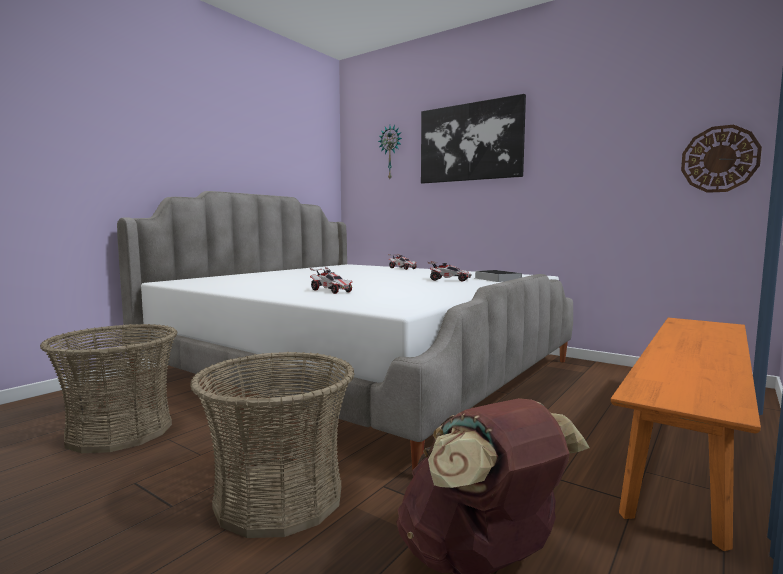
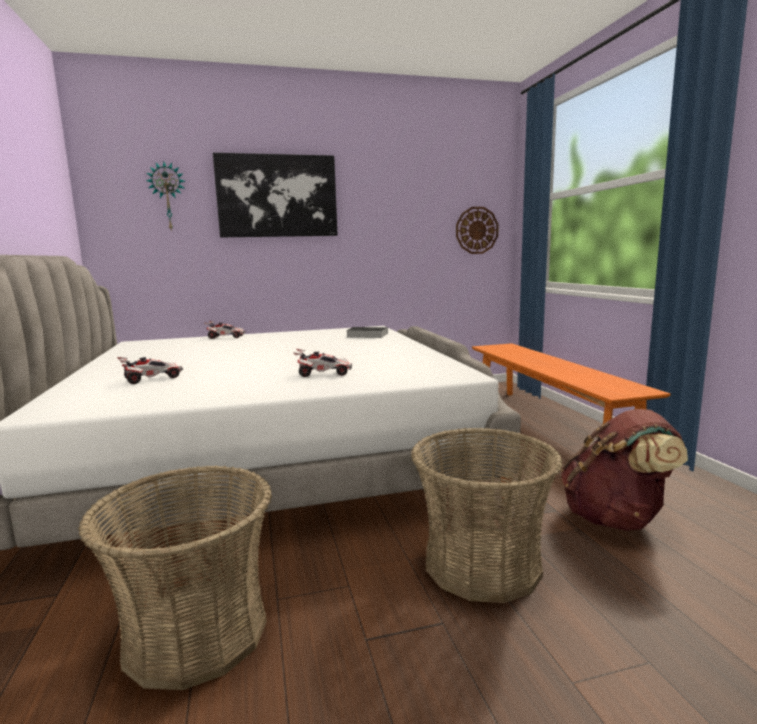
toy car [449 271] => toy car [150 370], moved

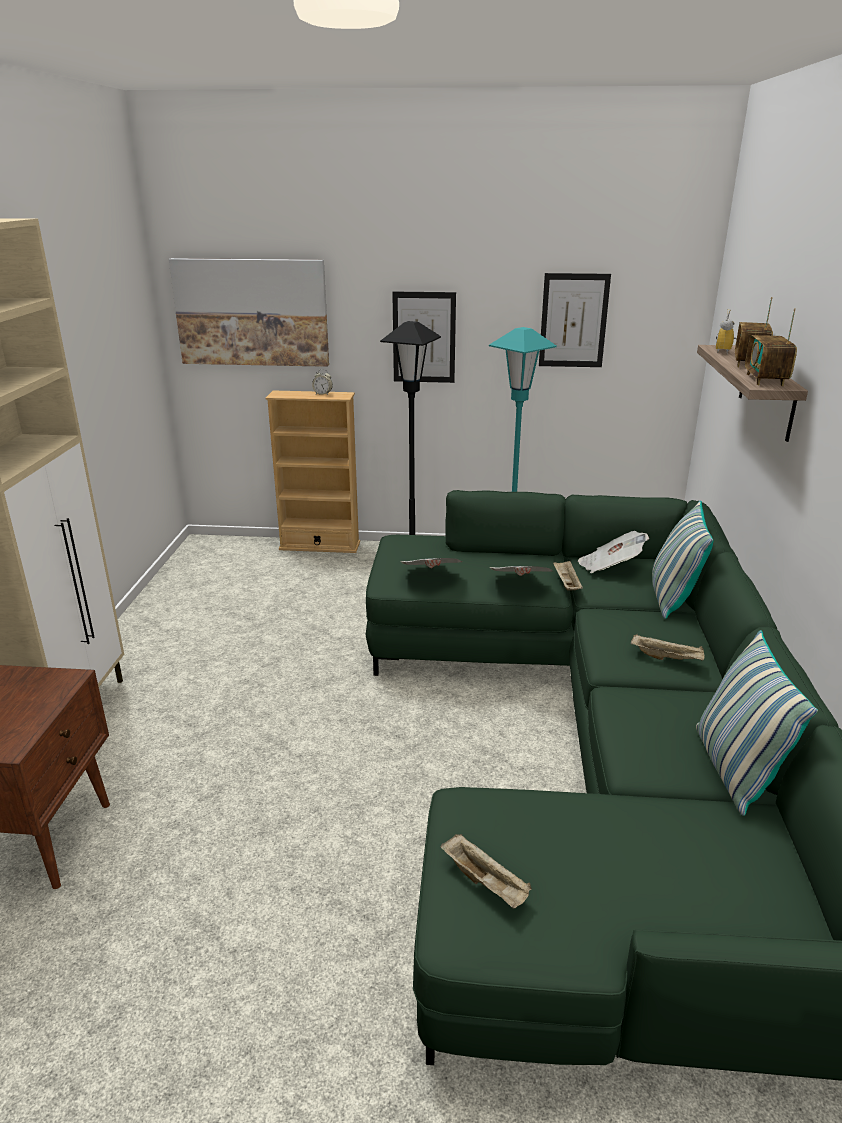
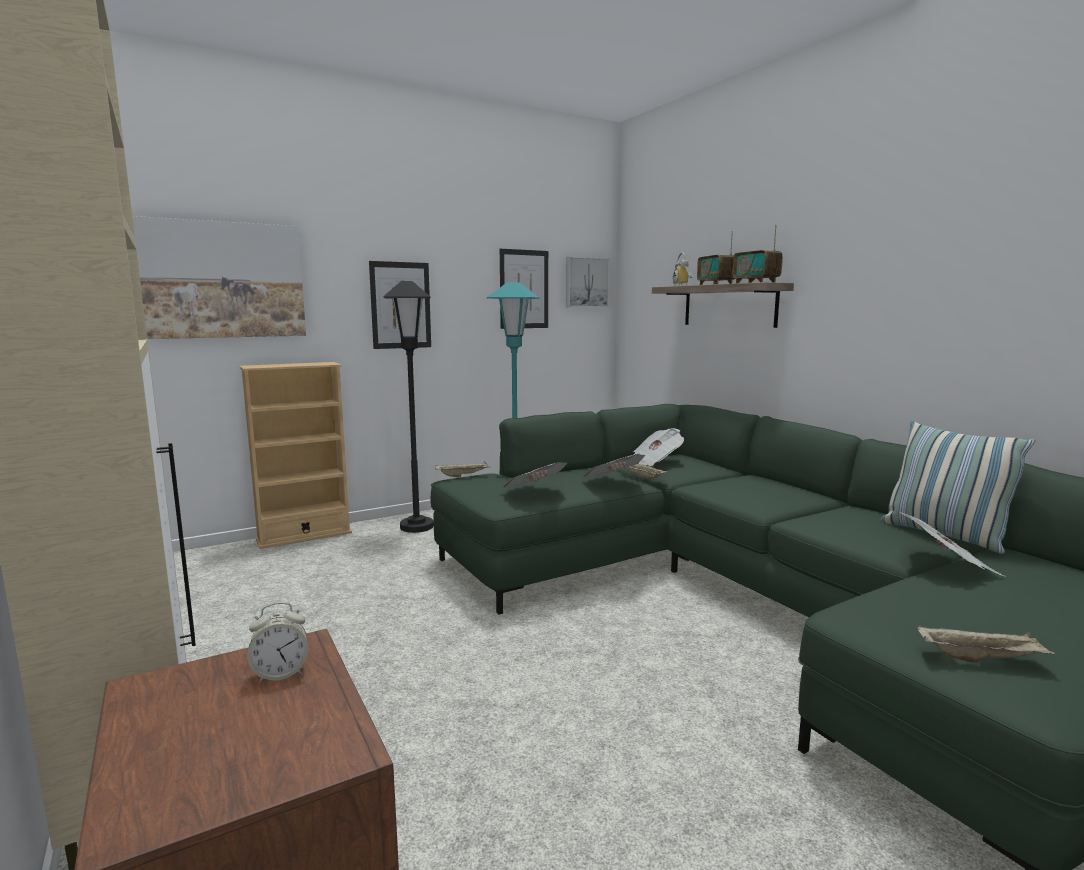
alarm clock [322 382] => alarm clock [277 642], moved
tray/beige [667 647] => tray/beige [462 469], moved
pillow [682 559] => nothing
nothing => picture [588 282]
nothing => newspaper [951 544]

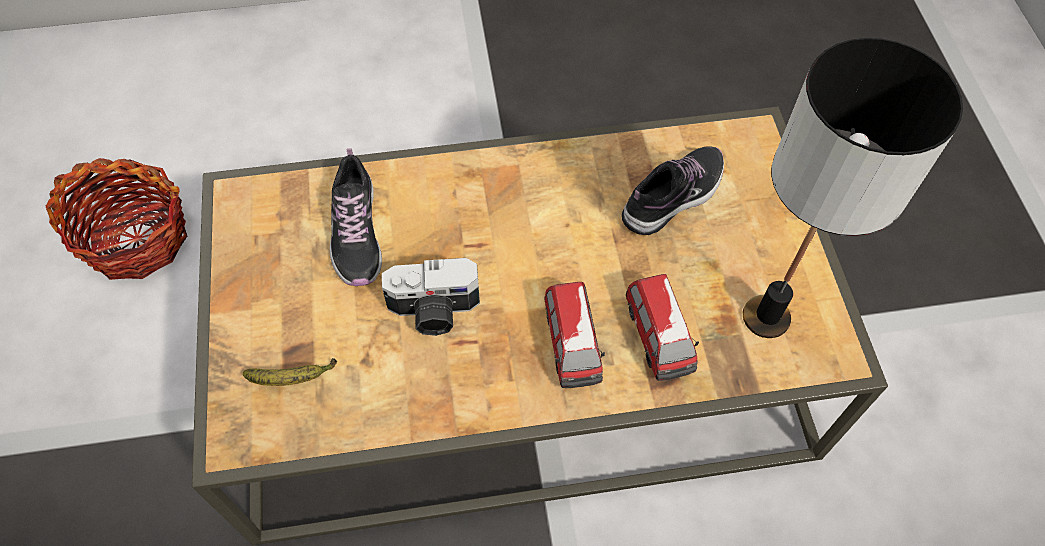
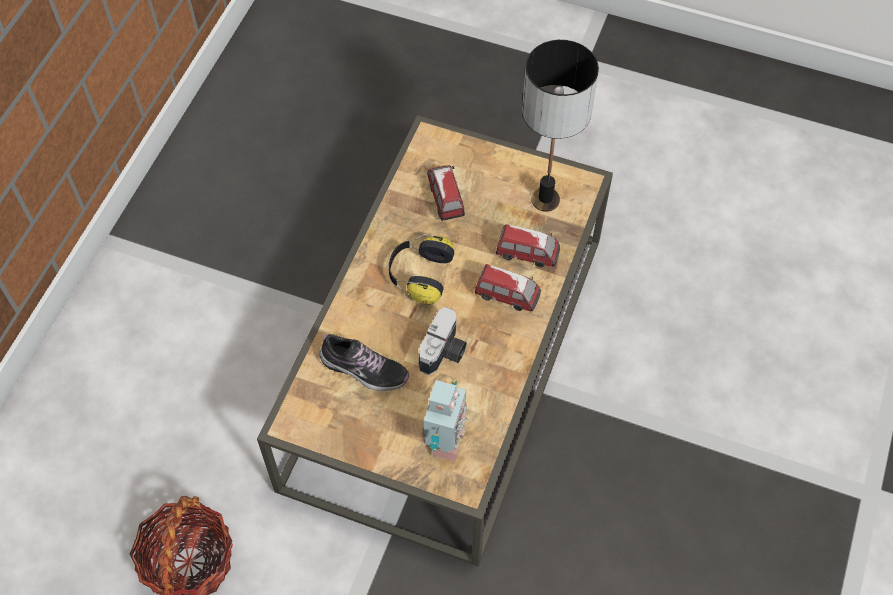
banana [290 372] => toy robot [446 420]
shoe [673 190] => toy car [446 193]
nothing => headphones [421 269]

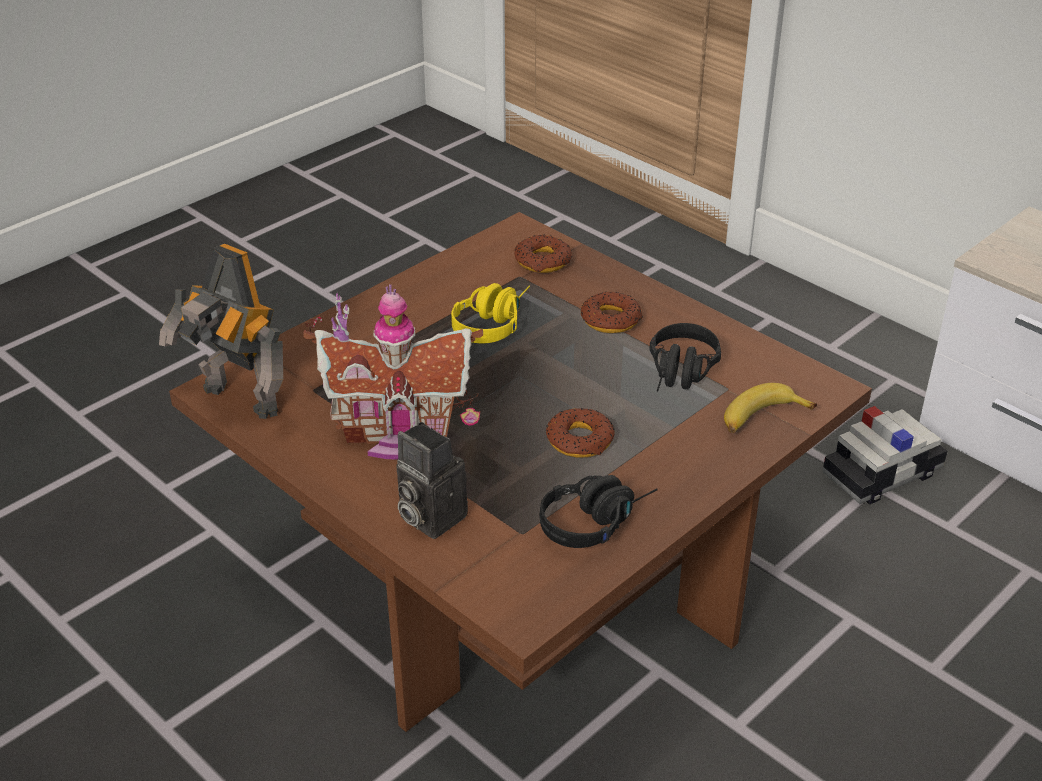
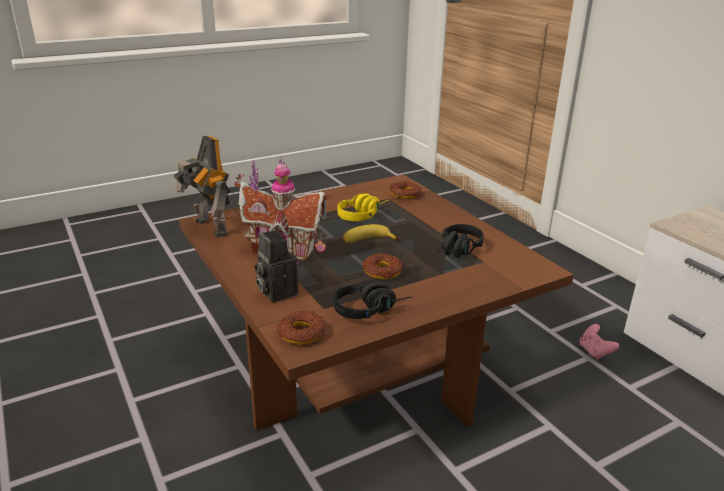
donut [612 312] => donut [301 328], moved
banana [770 408] => banana [370 233], moved
toy car [885 455] => game controller/pink [599 342]

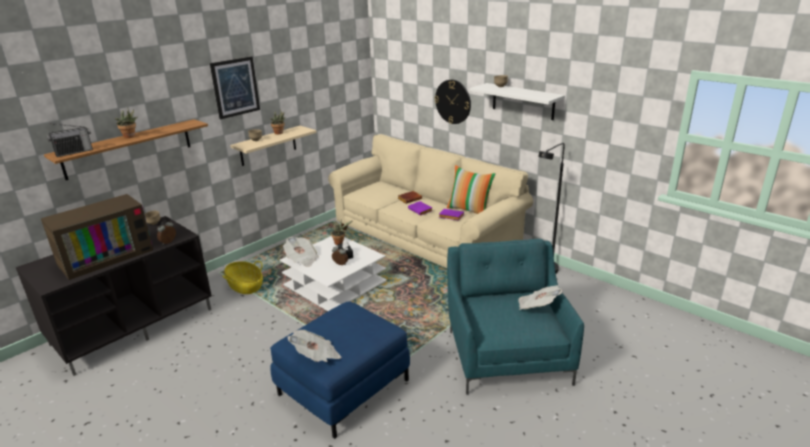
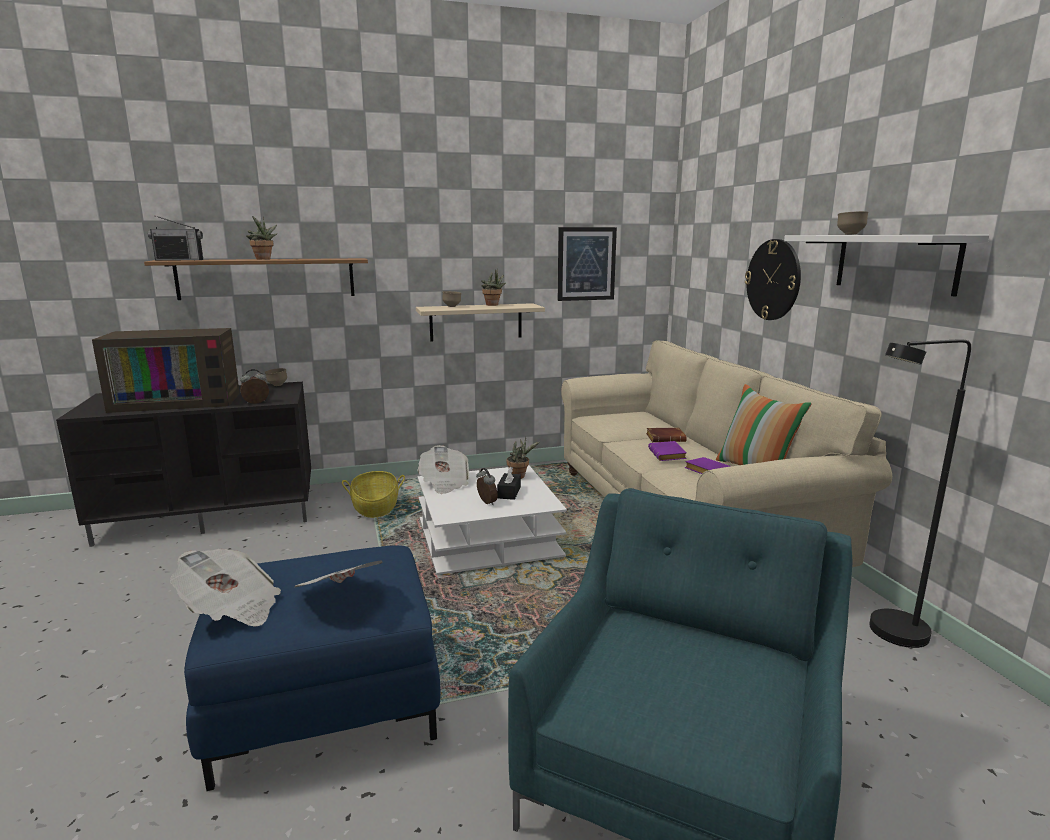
picture [235 87] => picture [587 264], moved
newspaper [540 297] => newspaper [339 574], moved

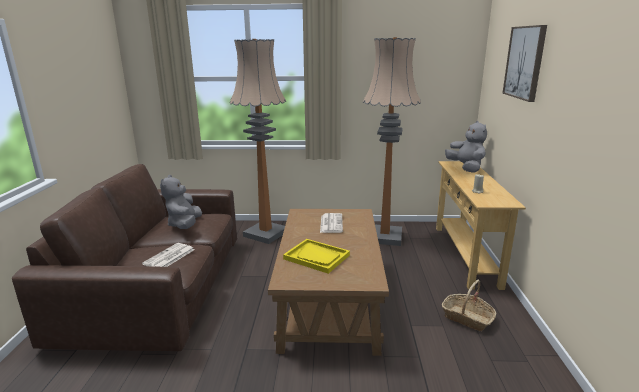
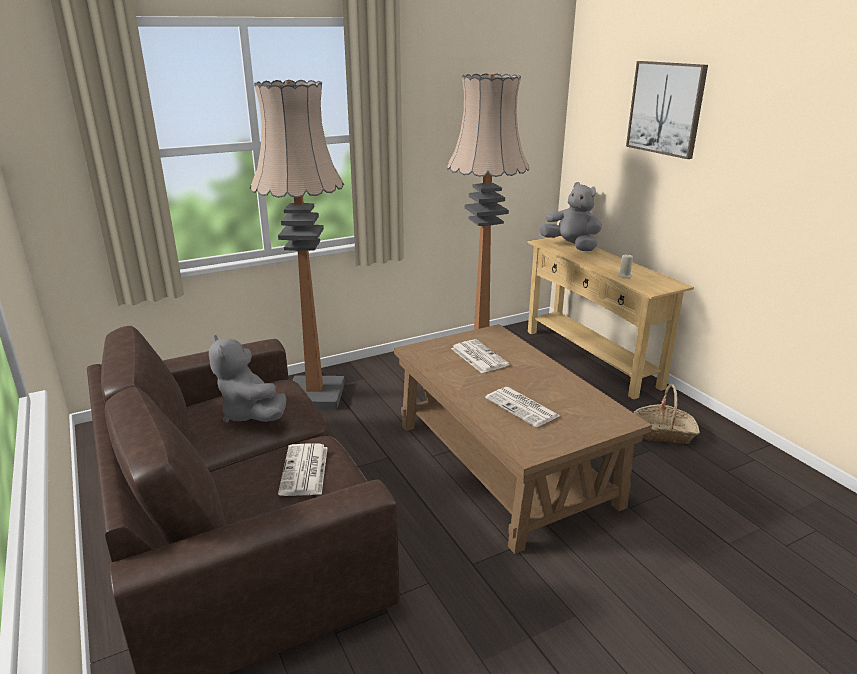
tray/yellow [316 256] => newspaper [522 407]

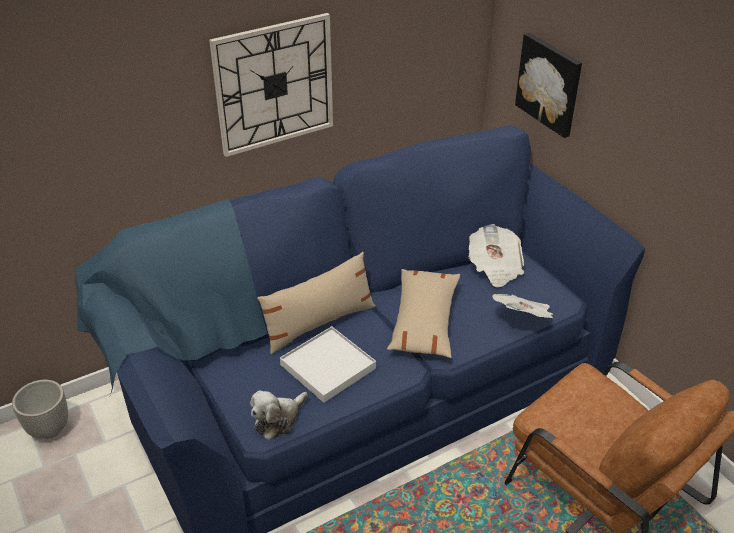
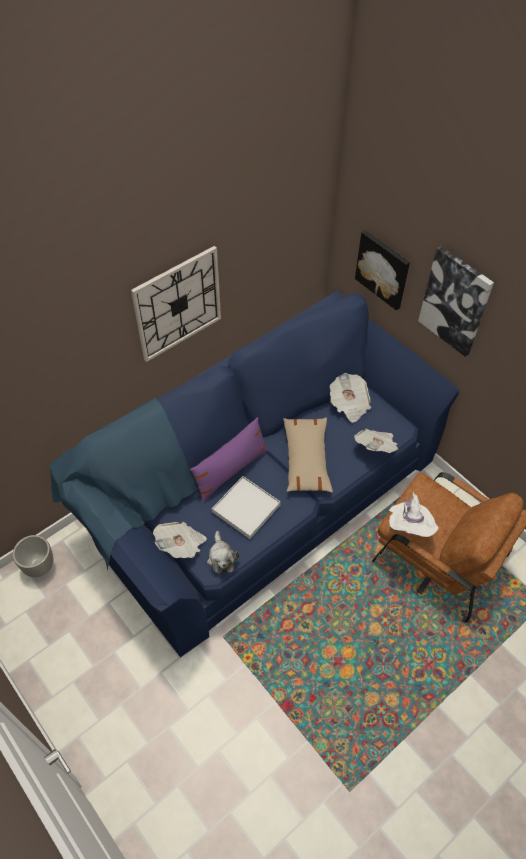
plush toy [279 415] => plush toy [223 553], 45 degrees counterclockwise
pillow/beige [316 303] => pillow/purple [229 460]
nothing => newspaper [180 540]
nothing => hat/white [414 514]
nothing => picture [456 301]

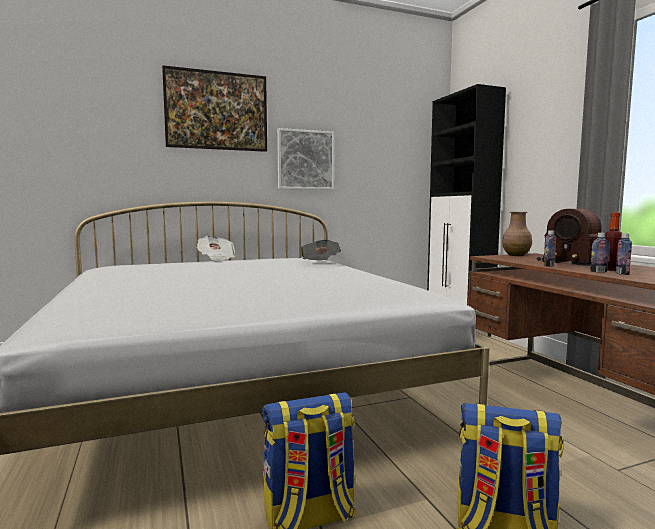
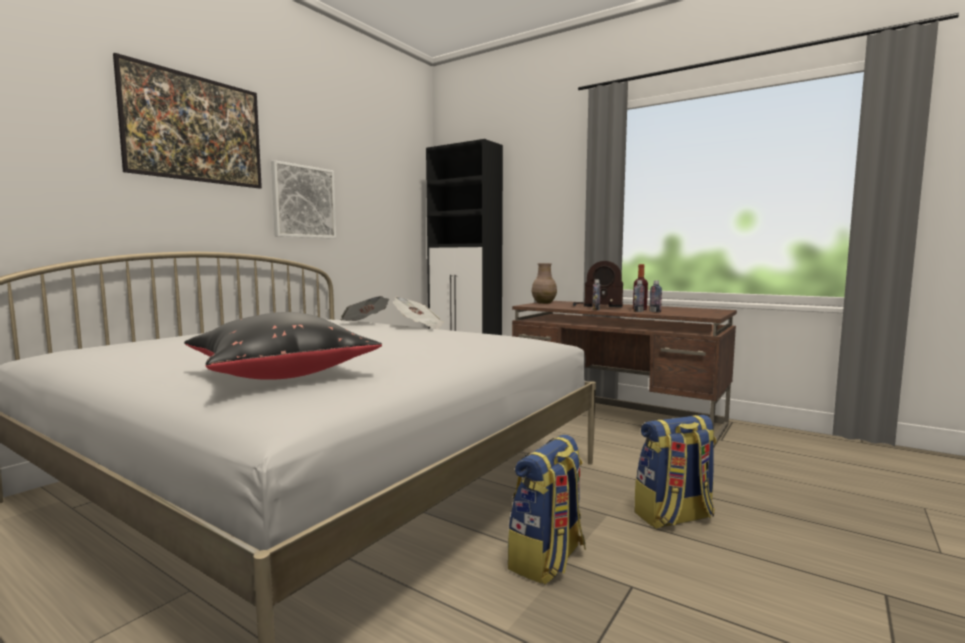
newspaper [216 248] => newspaper [418 313], moved
nothing => pillow/black [283 346]

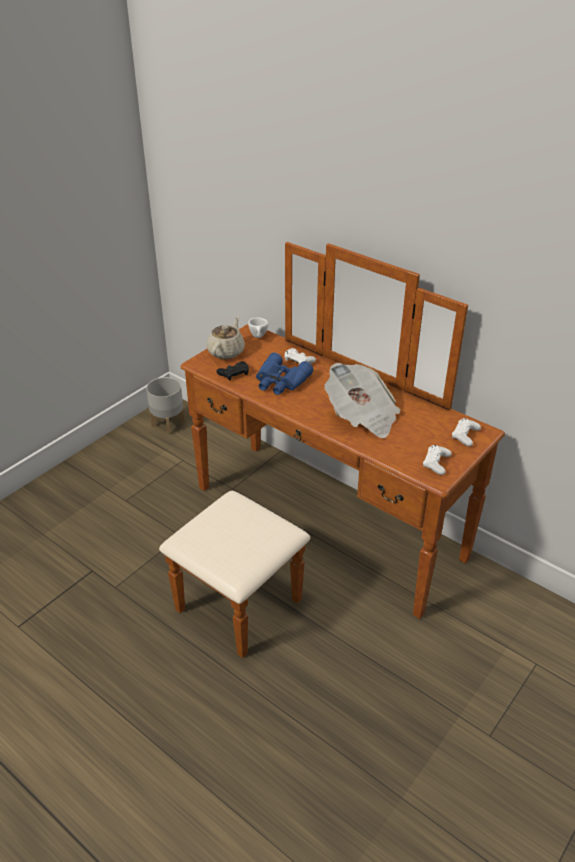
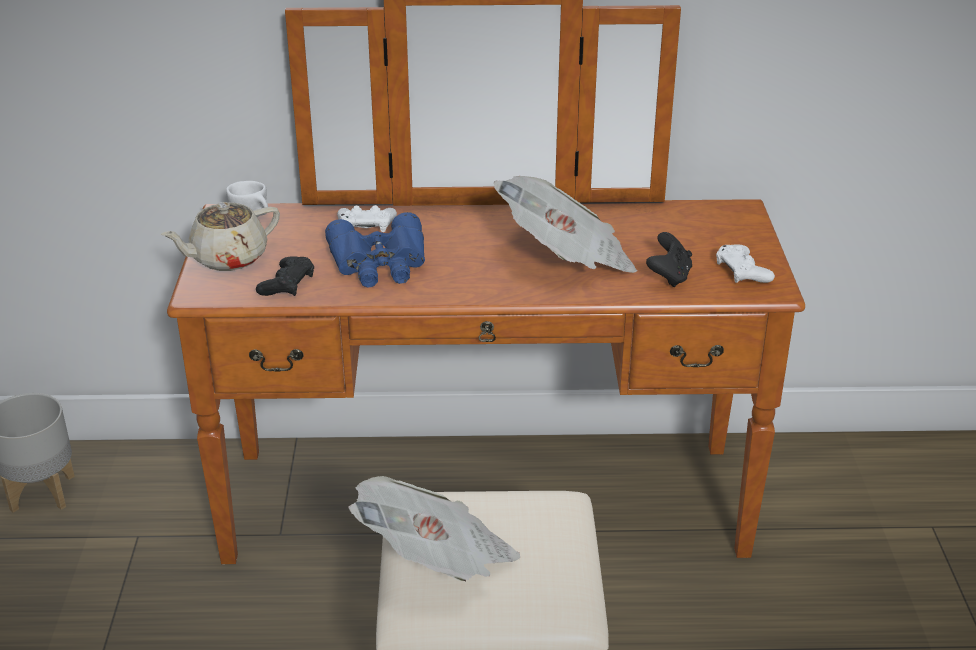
teapot/beige [226 338] => teapot/beige [220 236], 105 degrees counterclockwise
game controller/white [466 432] => nothing
nothing => newspaper [434 528]
nothing => game controller/black [669 259]

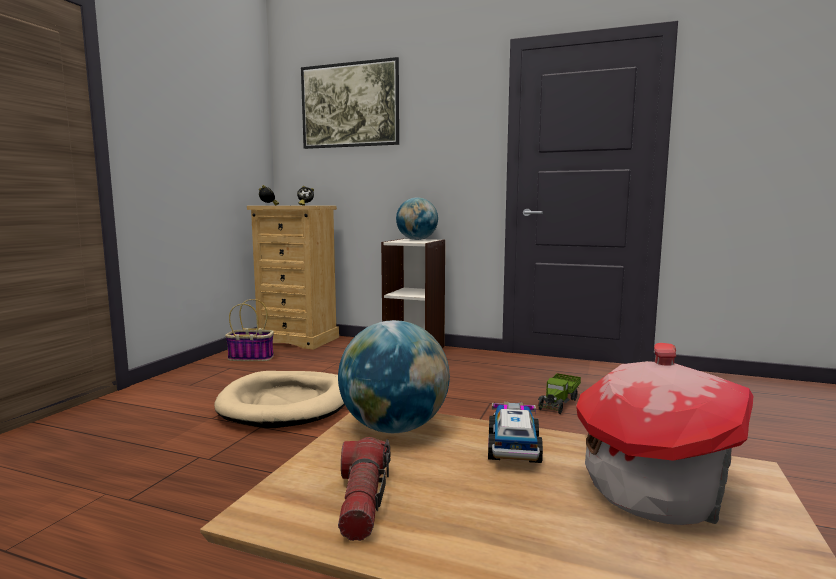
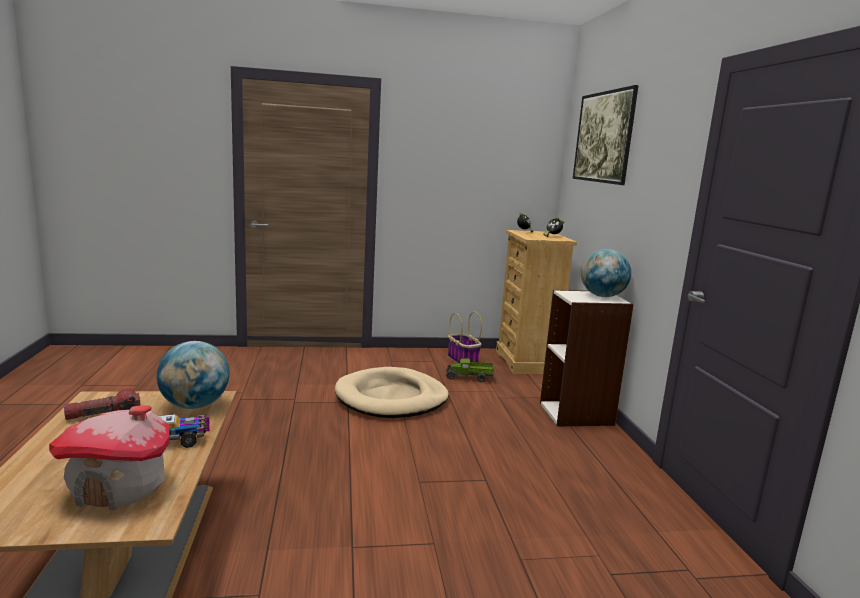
toy truck [559 393] => toy truck [470 370], moved

